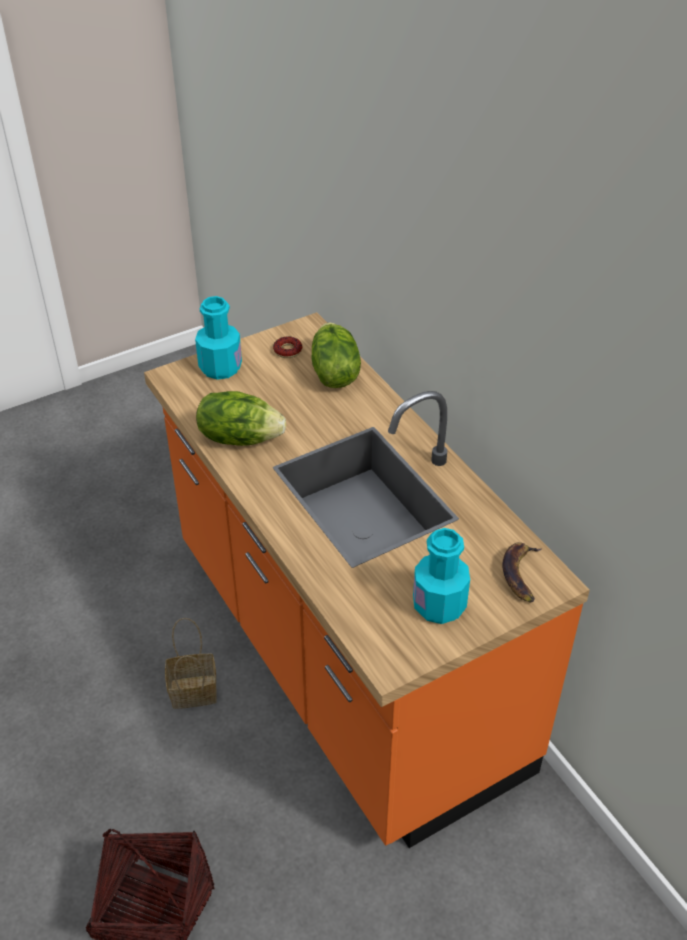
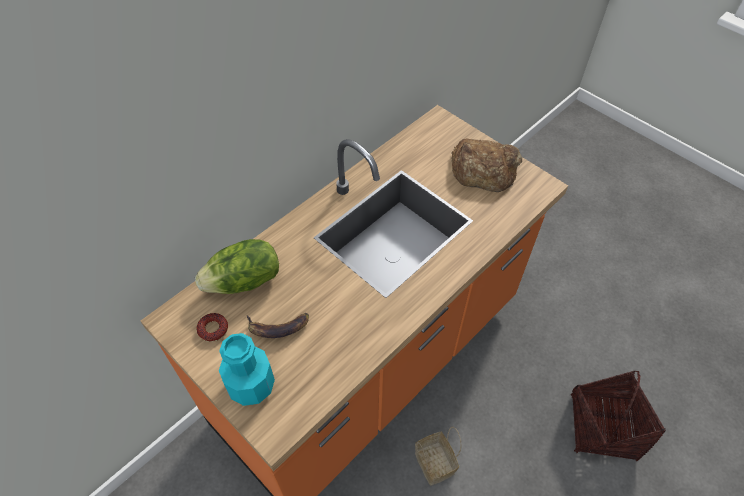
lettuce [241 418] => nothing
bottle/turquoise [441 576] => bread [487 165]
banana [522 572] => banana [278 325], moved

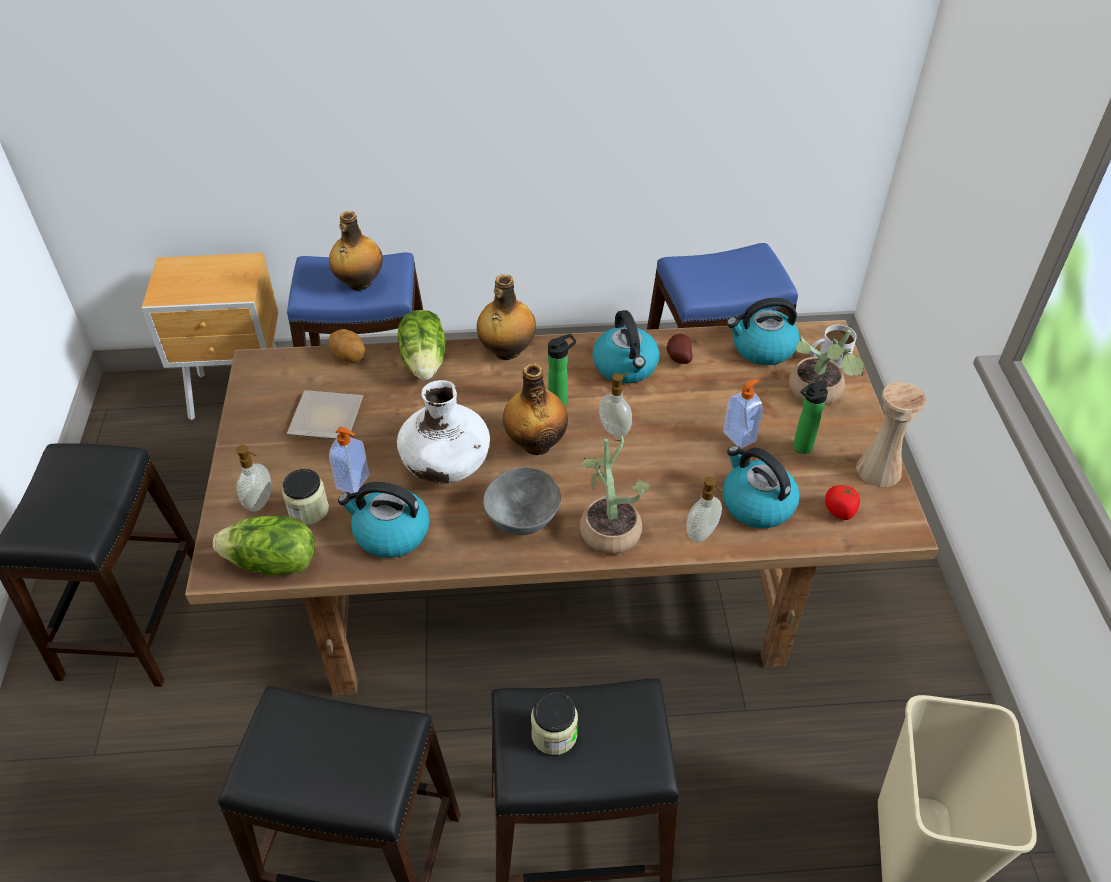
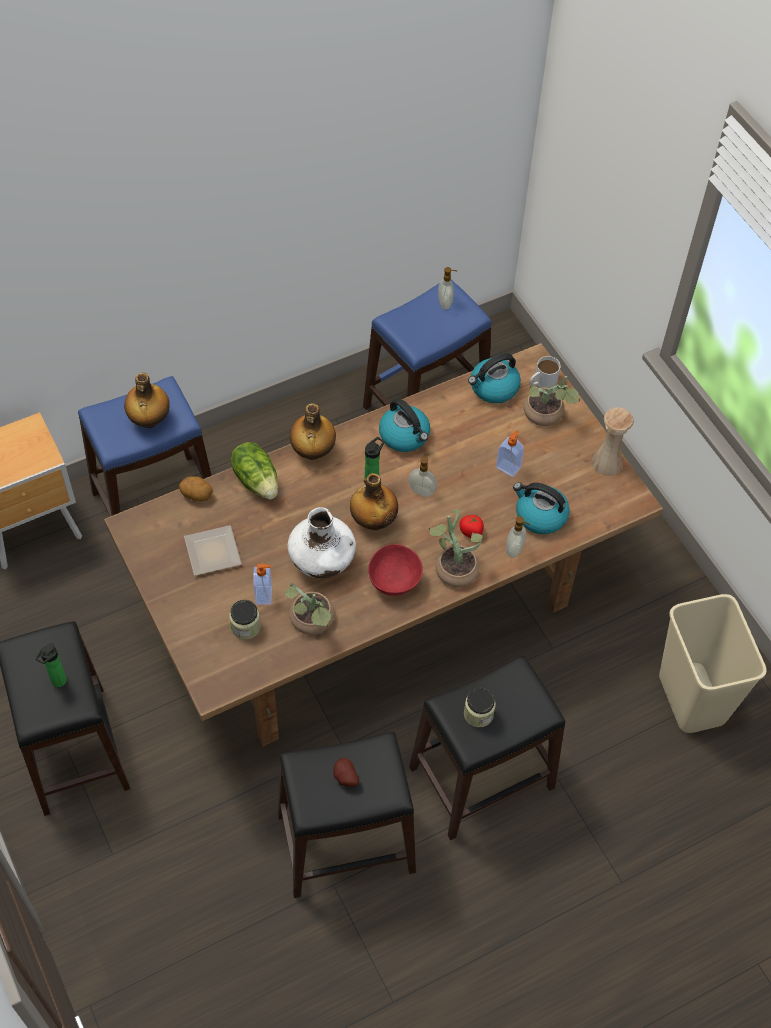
lettuce [264 545] => nothing
soap dispenser [253 478] => soap dispenser [447 288], moved
kettle [384 520] => potted plant [309 609]
bowl/grey [522 501] => bowl/red [395 570]
potato [679 349] => potato [346 772], moved
bottle [810 417] => bottle [51 665], moved
tomato [842 502] => tomato [472 526], moved

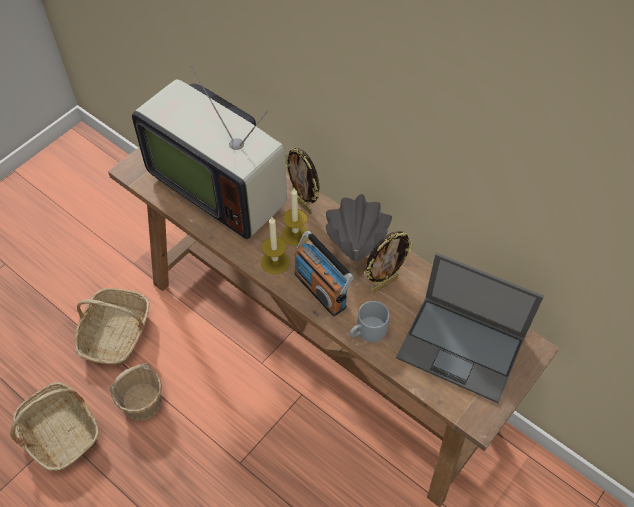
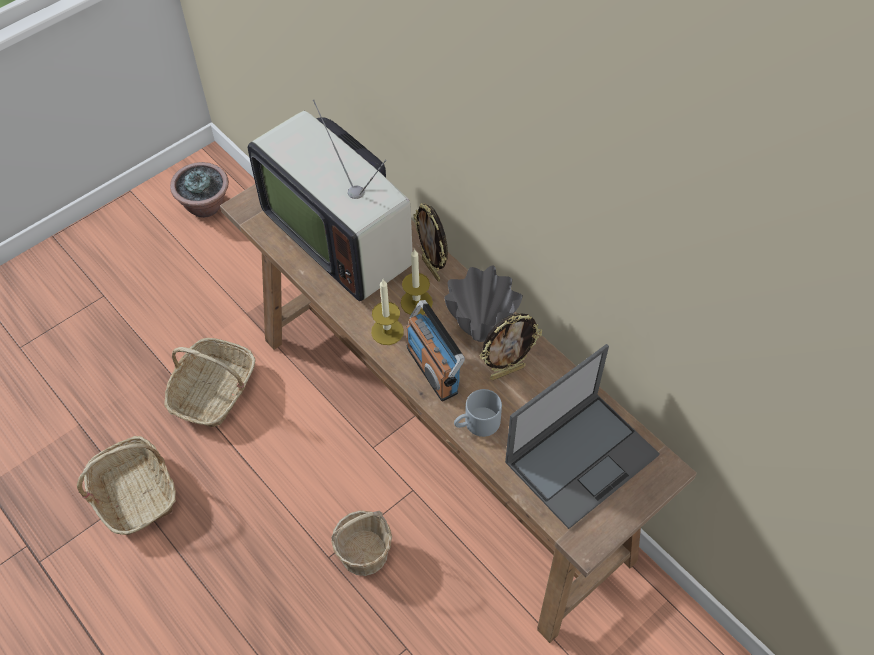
basket [135 391] => basket [361 543], moved
laptop [470 328] => laptop [582 436], 75 degrees counterclockwise
nothing => potted plant [199 190]

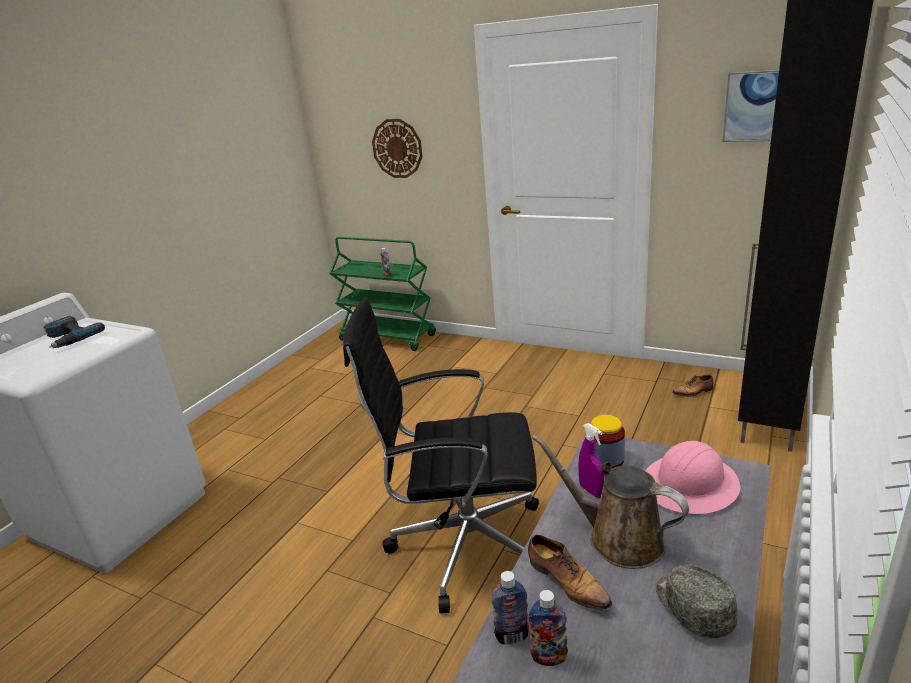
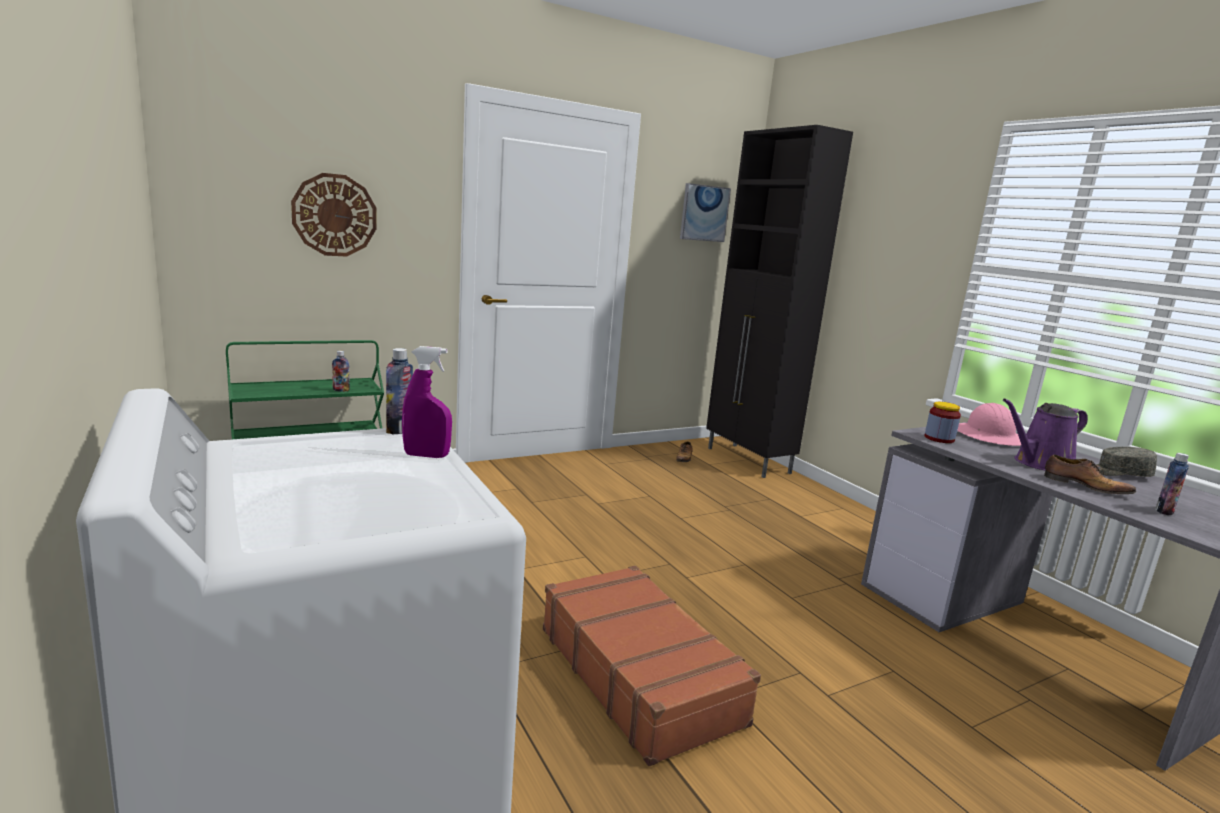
power drill [74 332] => nothing
office chair/black [441 456] => nothing
bottle [510 608] => bottle [399 391], moved
shoe [570 572] => shoe [1090 474], 45 degrees clockwise
watering can/brown [610 501] => watering can/purple [1045 434]
spray bottle/purple [591 460] => spray bottle/purple [427 402], moved
nothing => suitcase/brown [652 666]

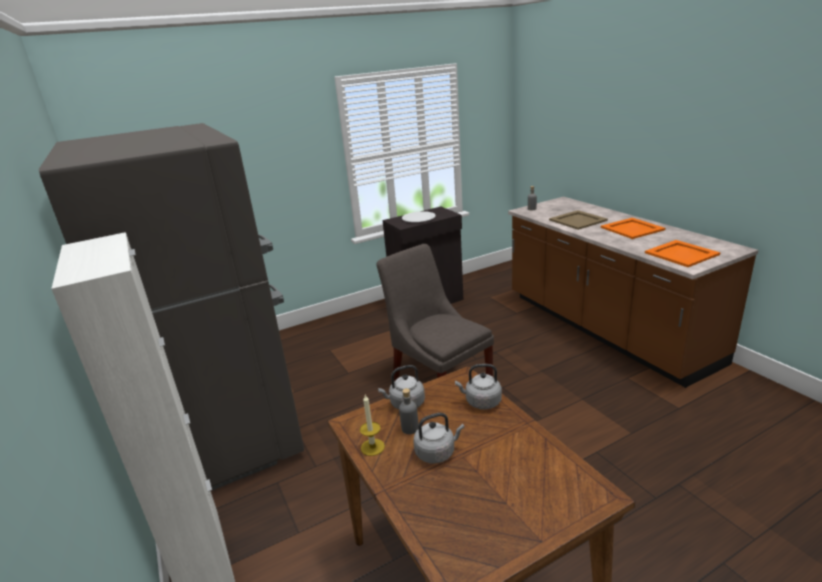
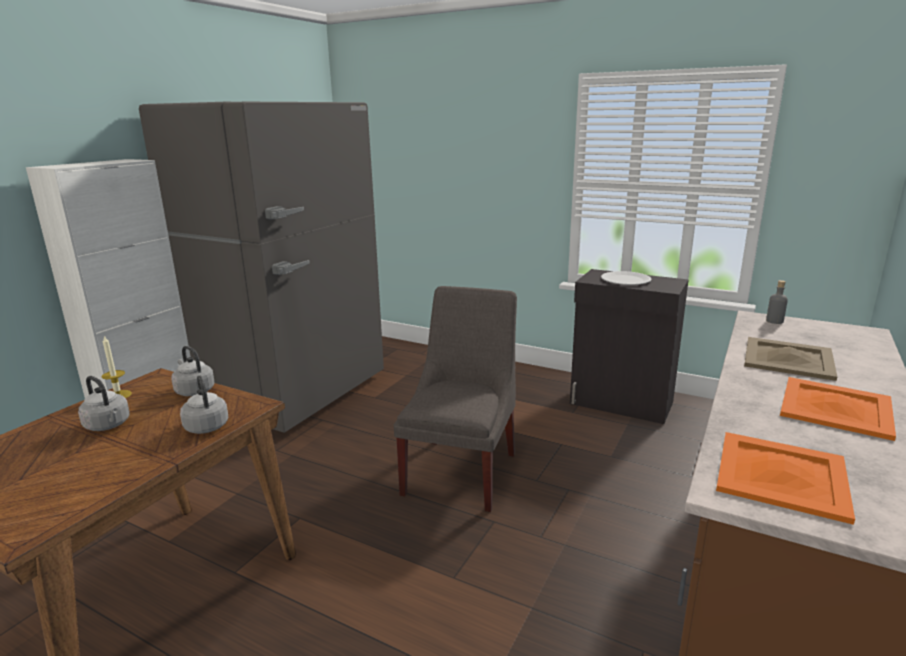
bottle/grey [409 411] => nothing

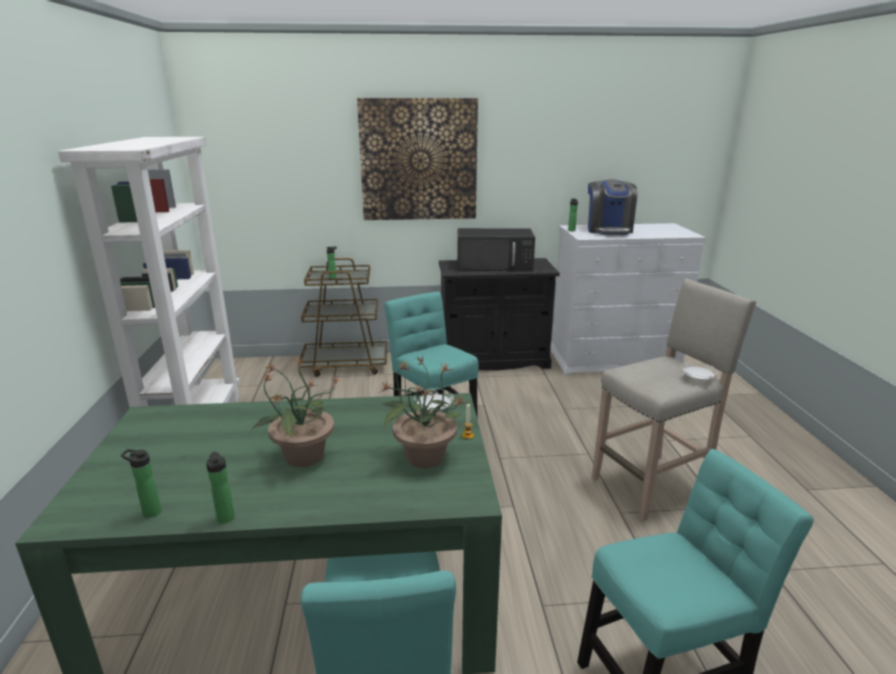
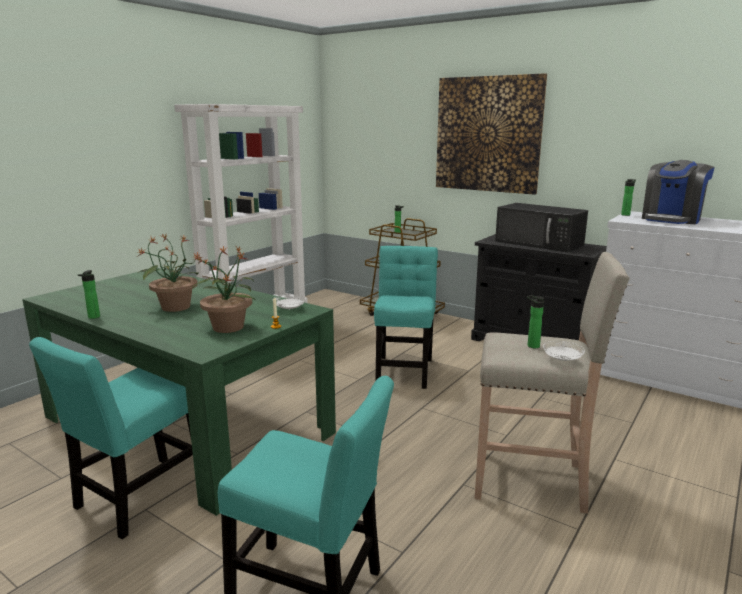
bottle [141 483] => bottle [535 321], moved

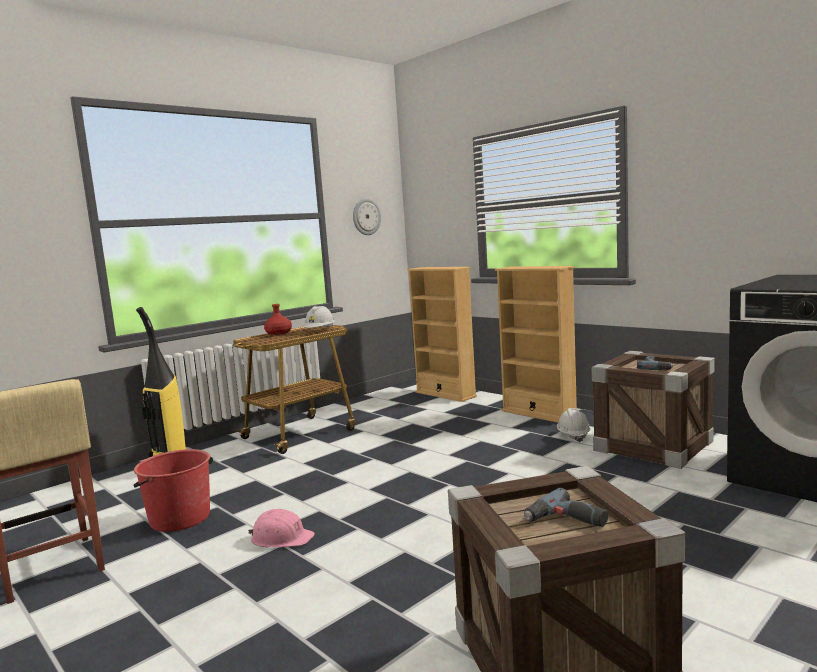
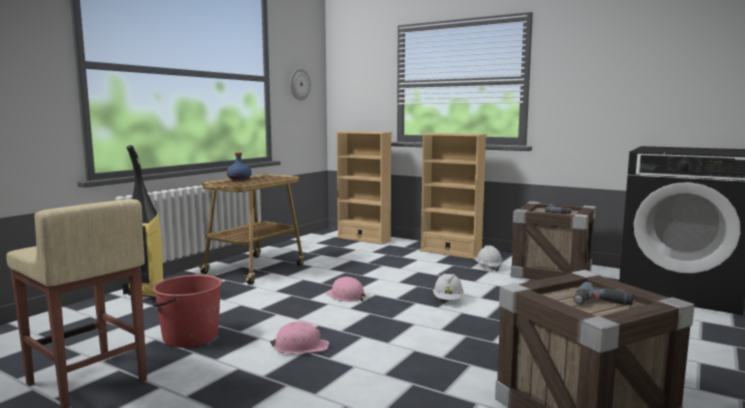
bottle/red [278 319] => bottle/blue [239 166]
hard hat/white [318 317] => hard hat/white [448 286], moved
nothing => hard hat/pink [346 289]

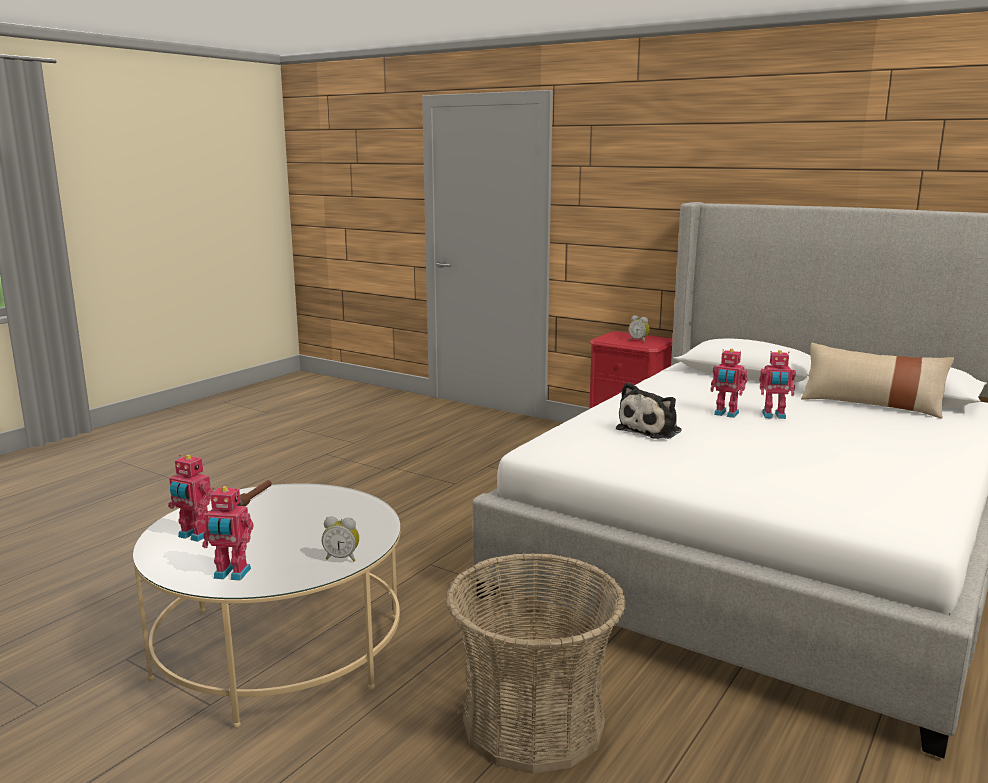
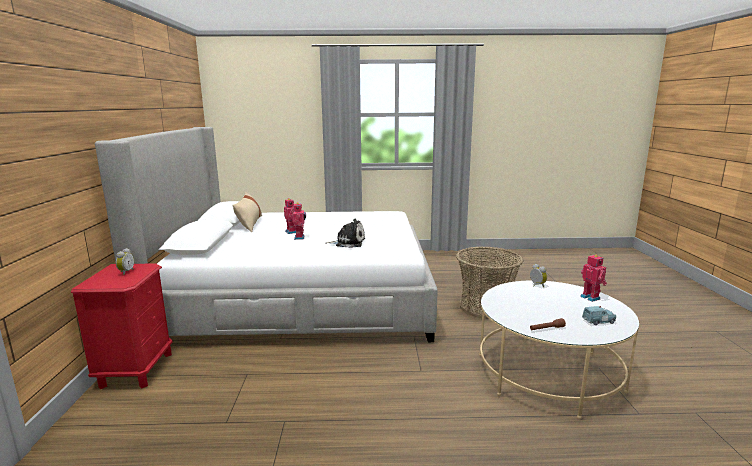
toy robot [190 498] => toy car/blue [599 315]

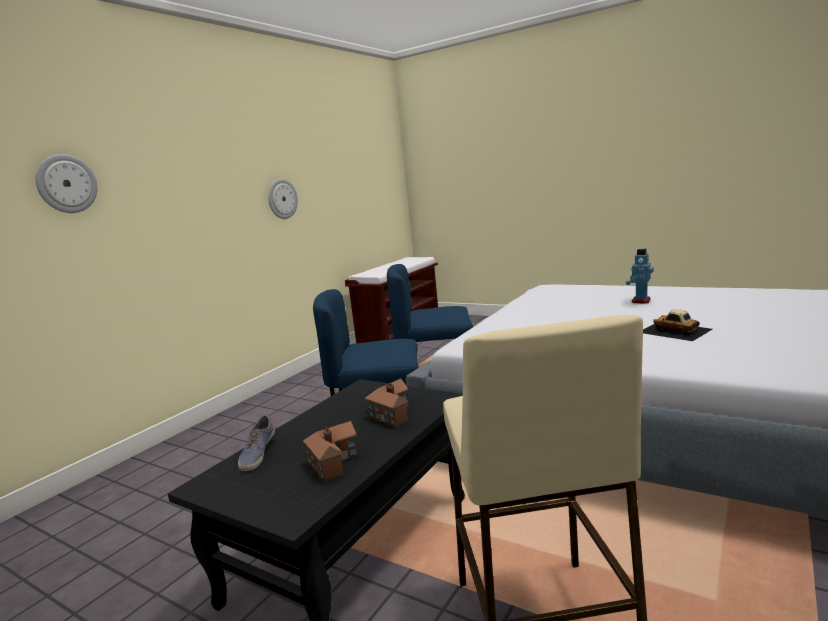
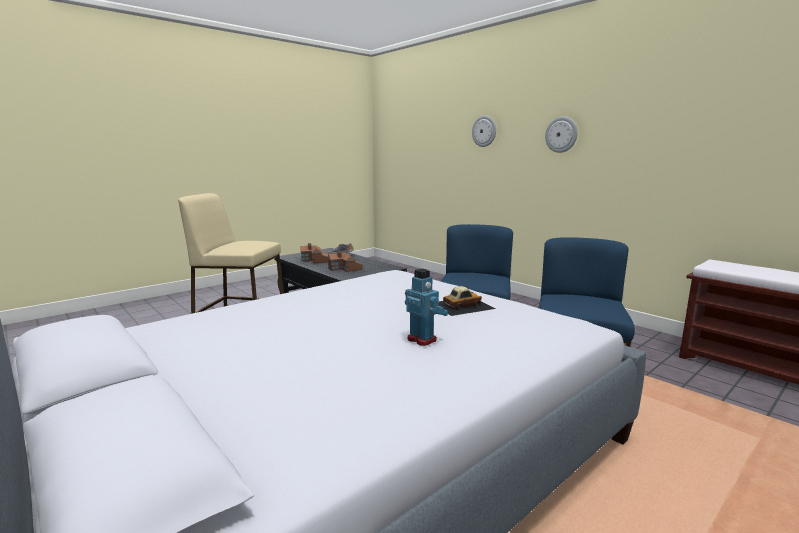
wall clock [283 199] => wall clock [561 134], moved
toy car [678 325] => toy car [466 301], moved

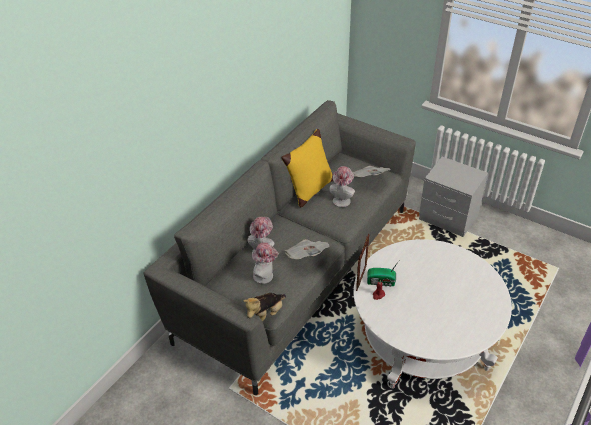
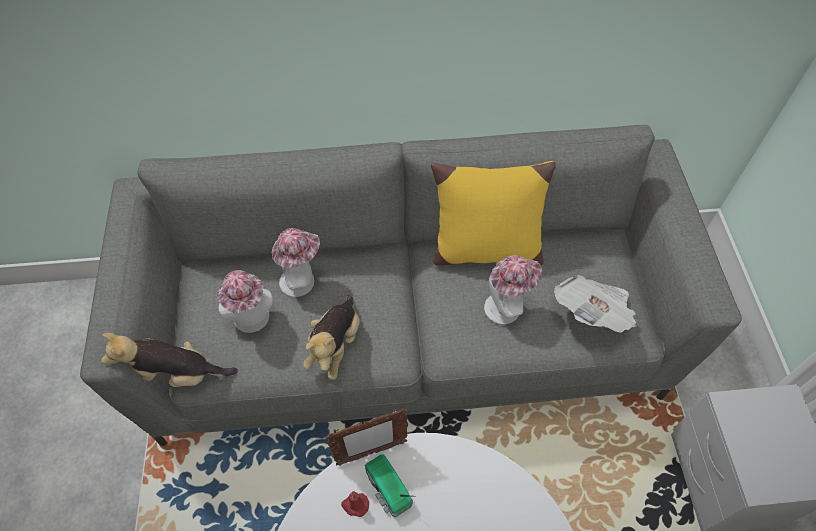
newspaper [307 249] => plush toy [331 337]

